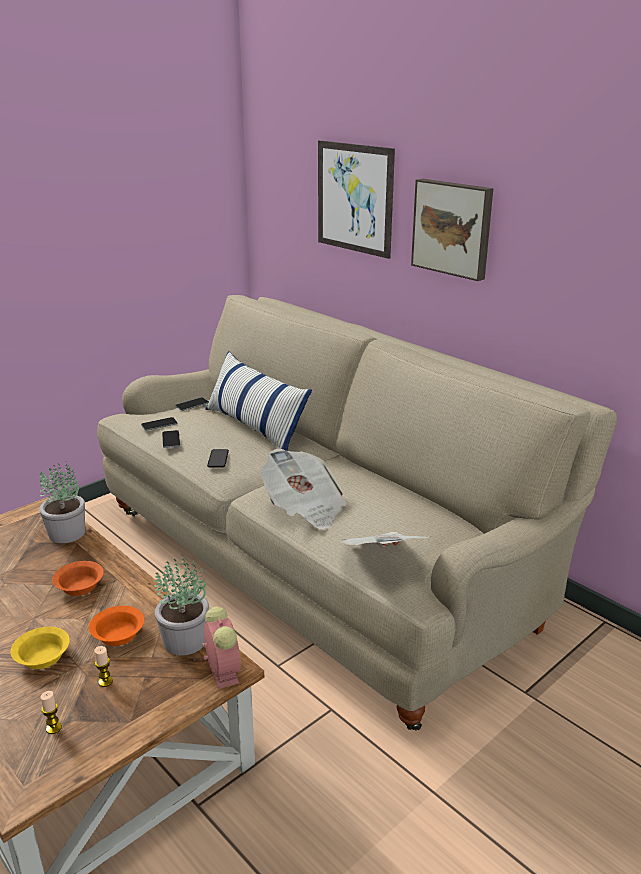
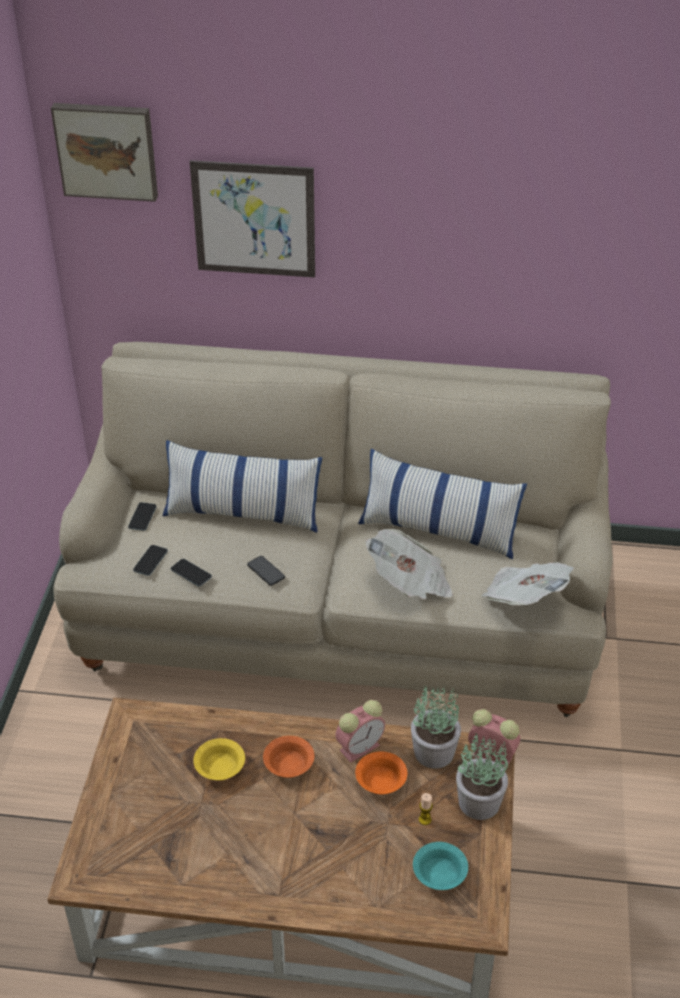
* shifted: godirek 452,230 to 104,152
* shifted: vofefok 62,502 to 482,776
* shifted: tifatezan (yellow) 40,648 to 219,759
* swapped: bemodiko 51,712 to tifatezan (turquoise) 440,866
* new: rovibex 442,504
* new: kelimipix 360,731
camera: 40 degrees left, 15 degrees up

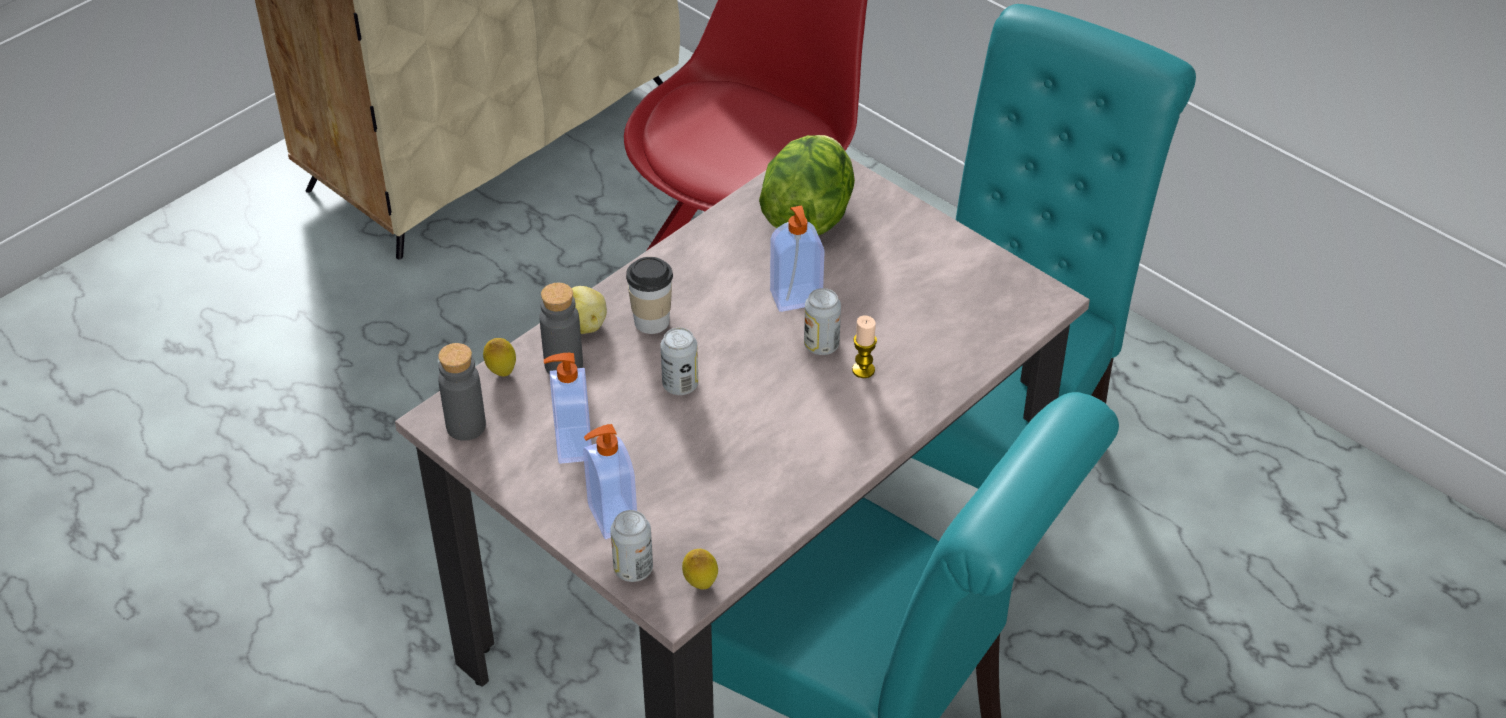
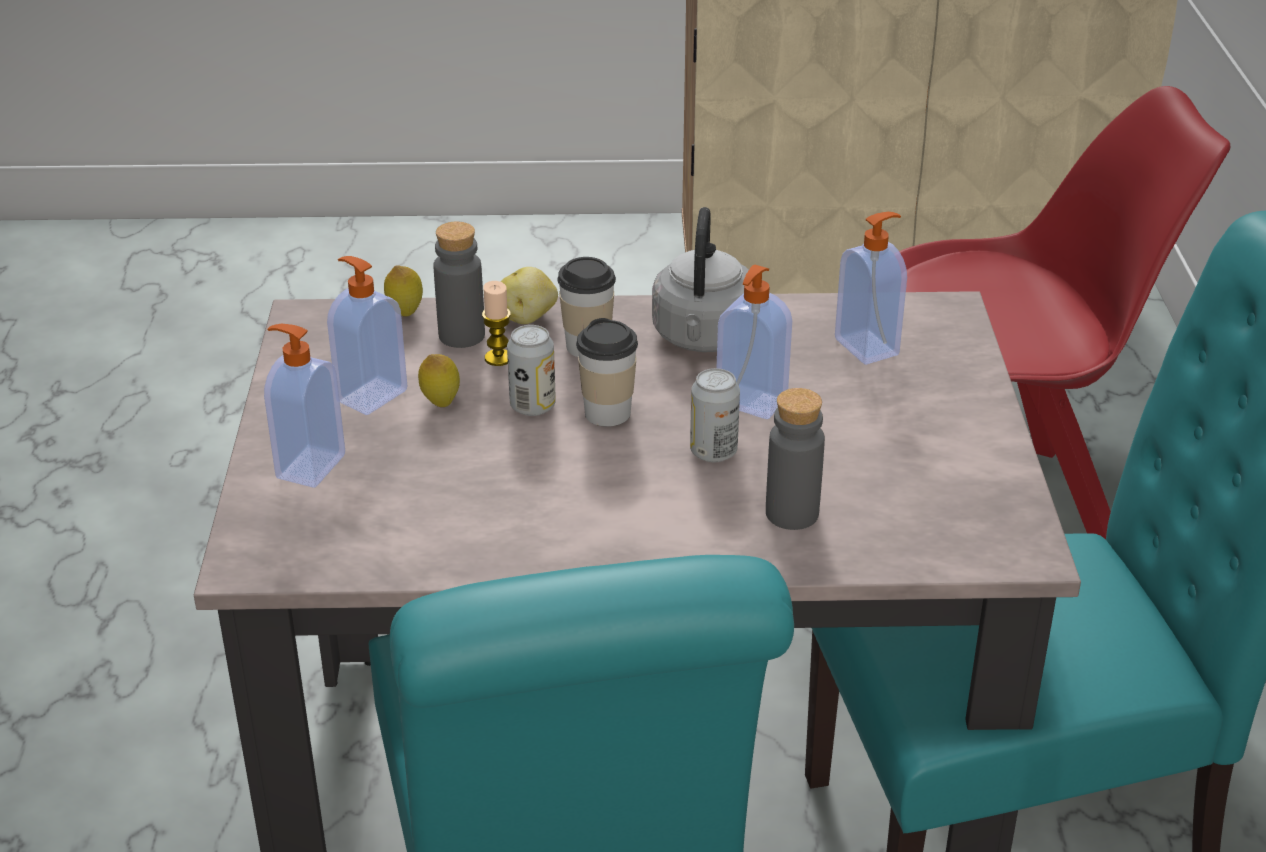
* swapped: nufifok 807,185 to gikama 871,288
* shifted: bemodiko 864,347 to 496,323
* shifted: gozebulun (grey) 462,392 to 795,459
* gone: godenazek 632,546
* shifted: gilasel 700,569 to 439,380
* new: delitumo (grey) 700,279
* new: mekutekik 607,372
camera: 45 degrees right, 10 degrees down

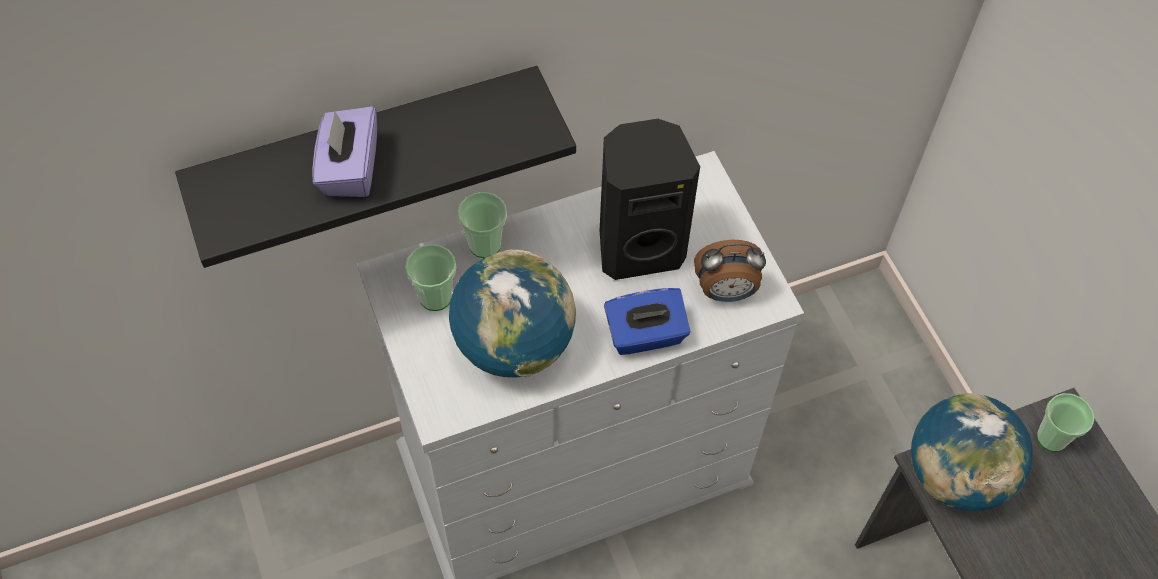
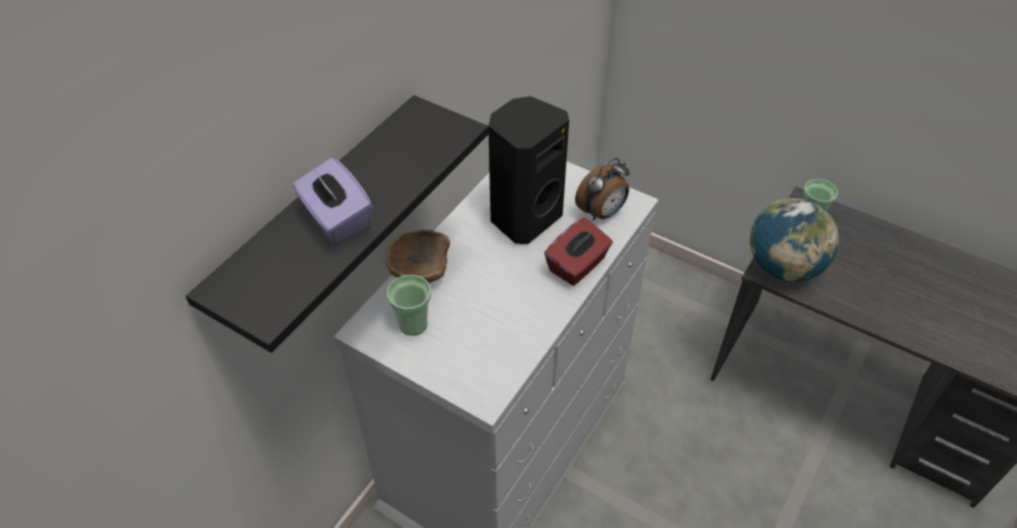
* swapped: mekutekik 482,225 to tifatezan (brown) 417,256
* gone: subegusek 512,314
* repainted: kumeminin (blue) 647,321 to kumeminin (red) 578,252
camera: 35 degrees left, 10 degrees down

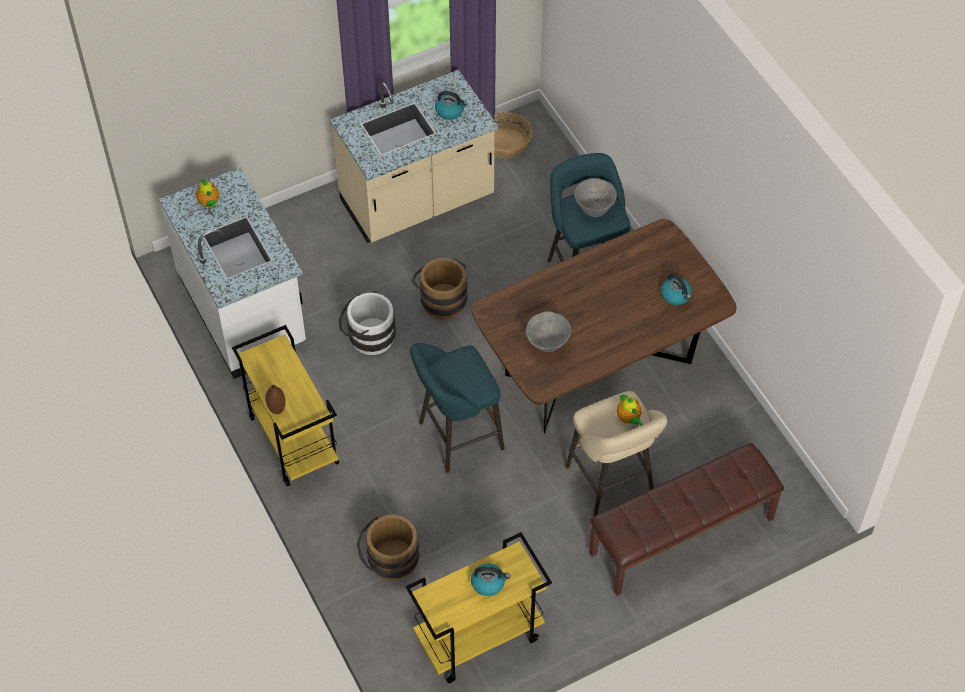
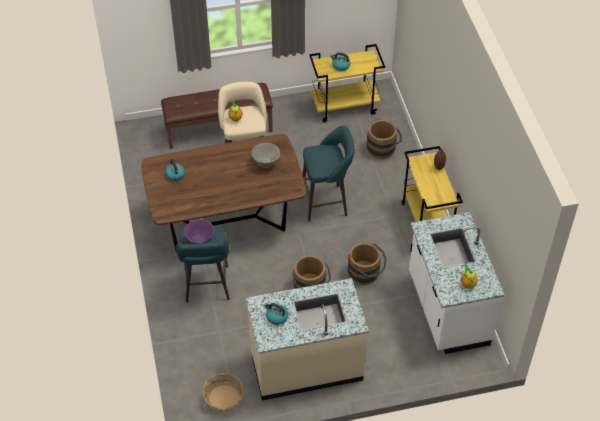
* repainted: tifatezan (grey) 595,197 to tifatezan (purple) 199,231
* repainted: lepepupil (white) 367,323 to lepepupil (brown) 367,264
camera: 165 degrees left, 5 degrees down

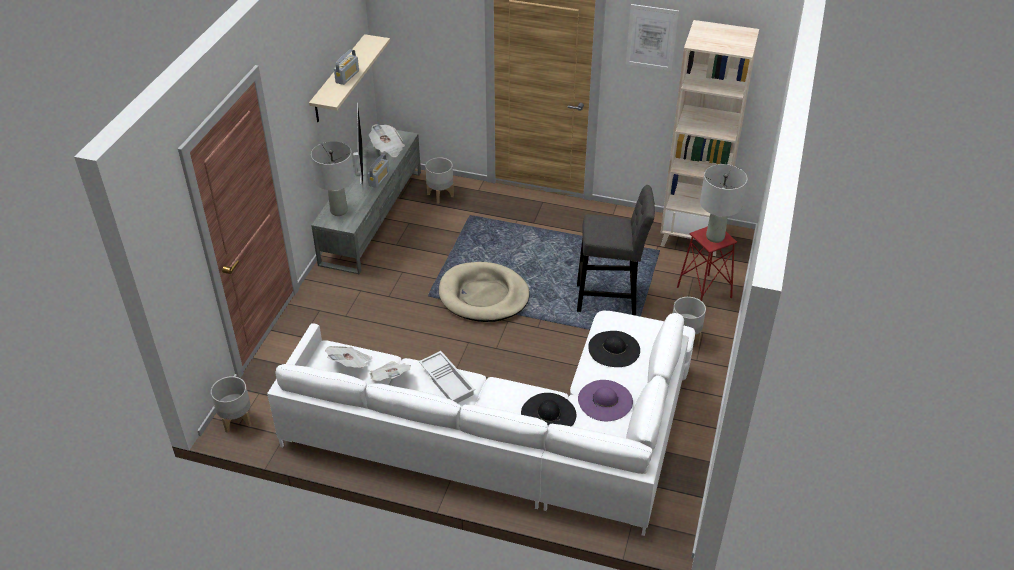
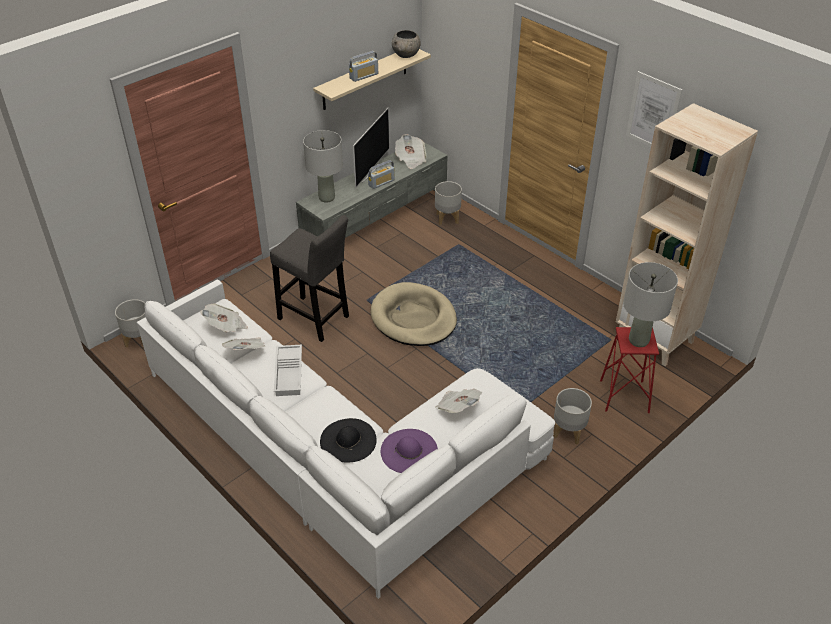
* shifted: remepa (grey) 616,250 to 309,278
* swapped: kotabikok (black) 614,349 to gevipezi 459,401
* new: tifatezan (grey) 406,44
camera: 30 degrees right, 0 degrees up

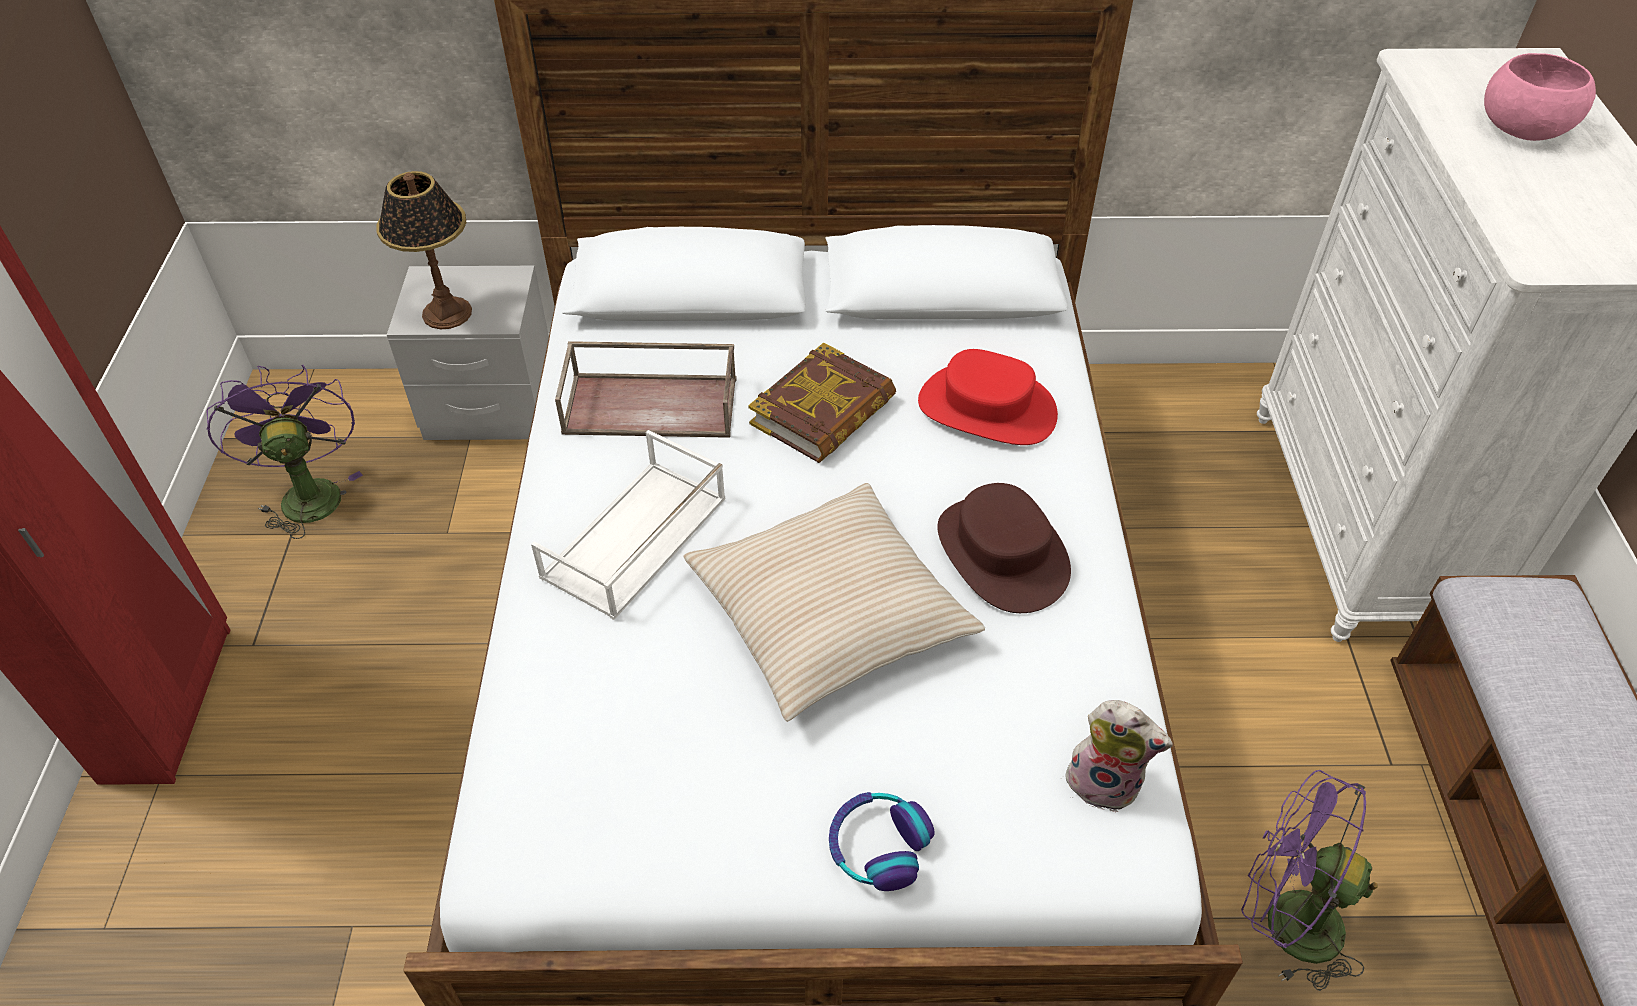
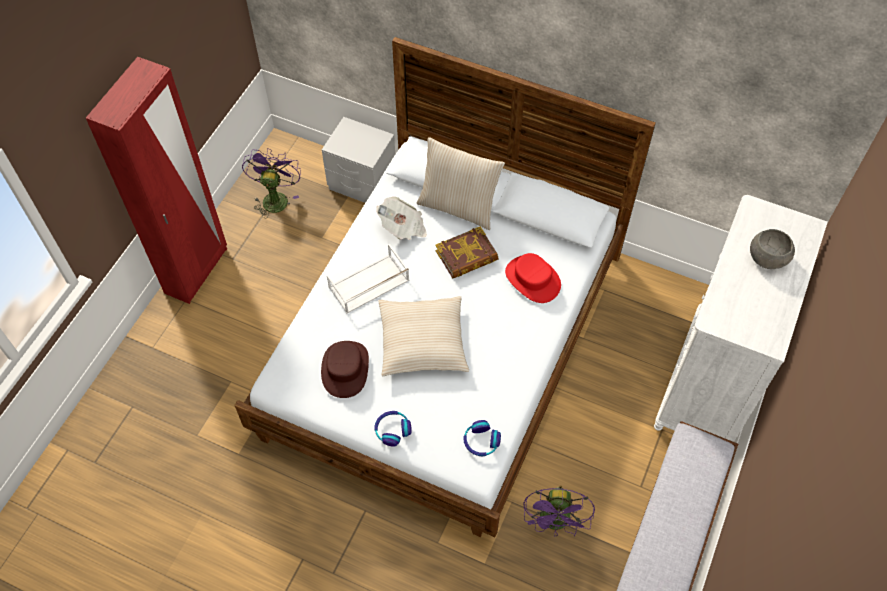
* repainted: tifatezan (pink) 1540,97 to tifatezan (grey) 772,249
* gone: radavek 424,250
* swapped: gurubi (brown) 646,389 to gevipezi 401,218
* shifted: kotabikok (brown) 1004,548 to 345,369
* swapped: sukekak 1115,756 to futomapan 482,438
* rotated: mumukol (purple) 1309,880 = 559,511 135 degrees counterclockwise
* new: rovibex (beige) 461,183
camera: 25 degrees right, 10 degrees up

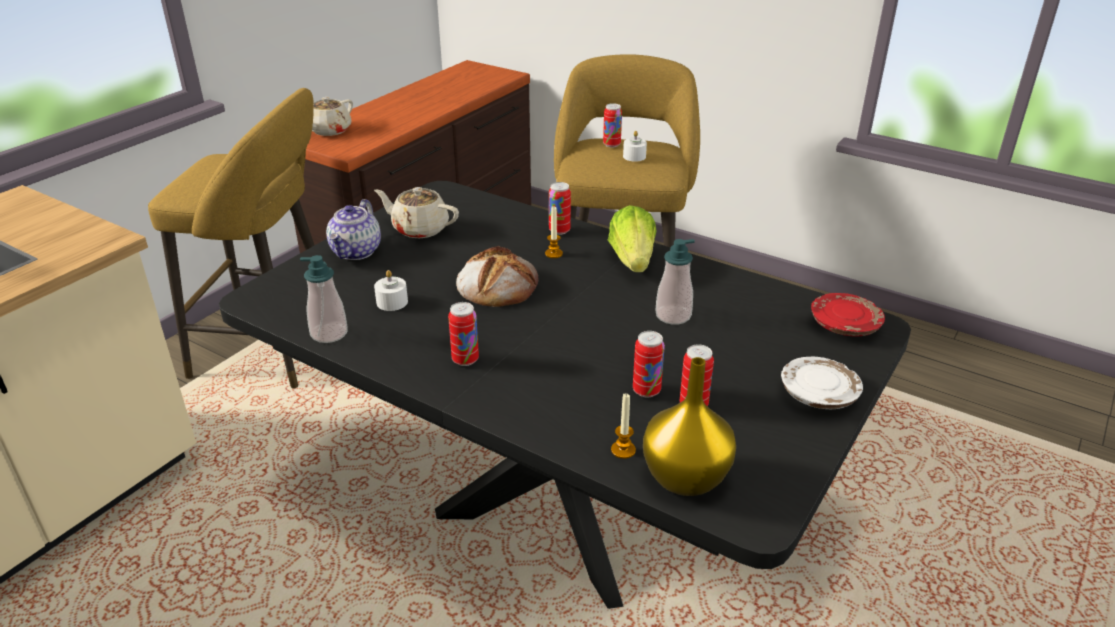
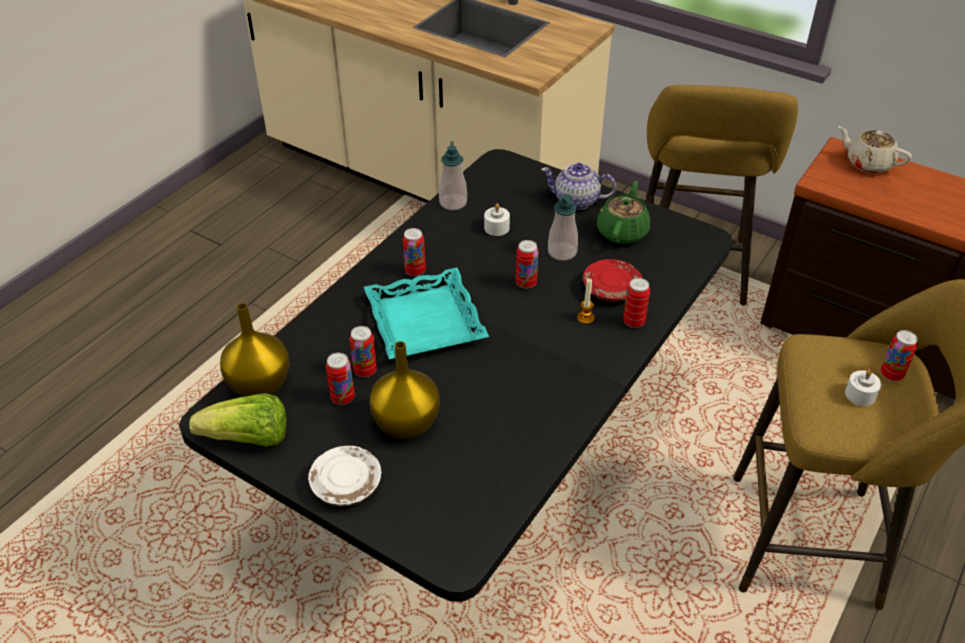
* repainted: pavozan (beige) 416,212 to pavozan (green) 623,212
* shifted: nufifok 632,238 to 237,420
* shifted: gikama 675,282 to 563,227
* swapped: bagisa 497,276 to godenazek 527,264
* shifted: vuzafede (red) 848,315 to 612,280
* gone: bemodiko 623,426
* new: gurubi (turquoise) 426,313
* new: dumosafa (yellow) 404,390
camera: 90 degrees right, 10 degrees up

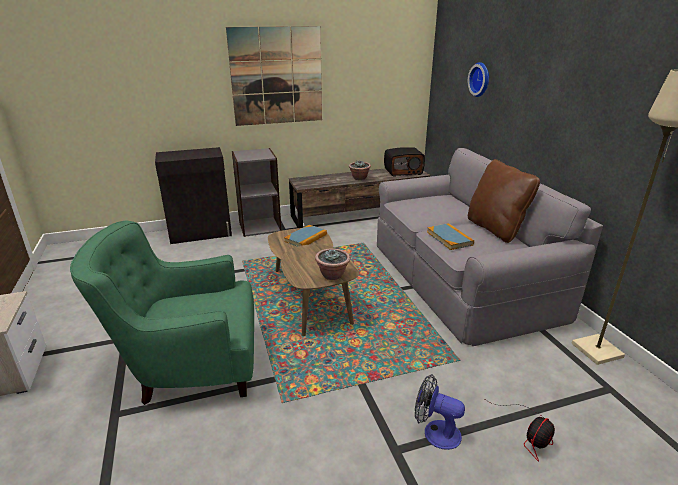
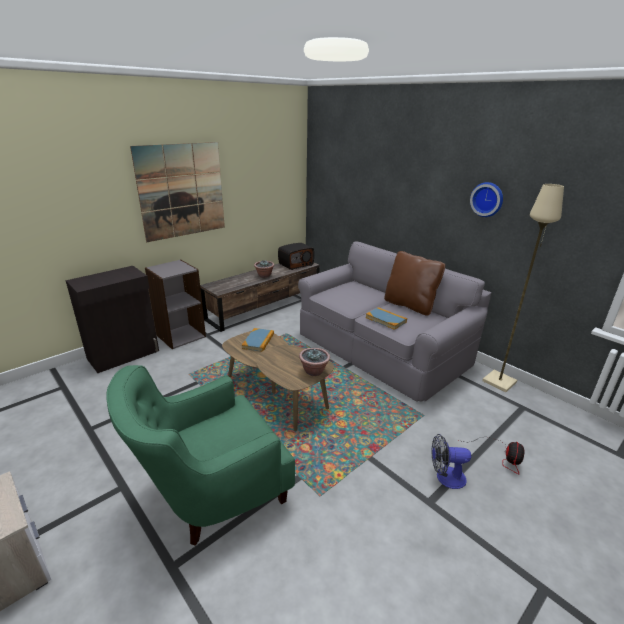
* shifted: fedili 478,79 to 486,199
camera: 25 degrees left, 0 degrees up

